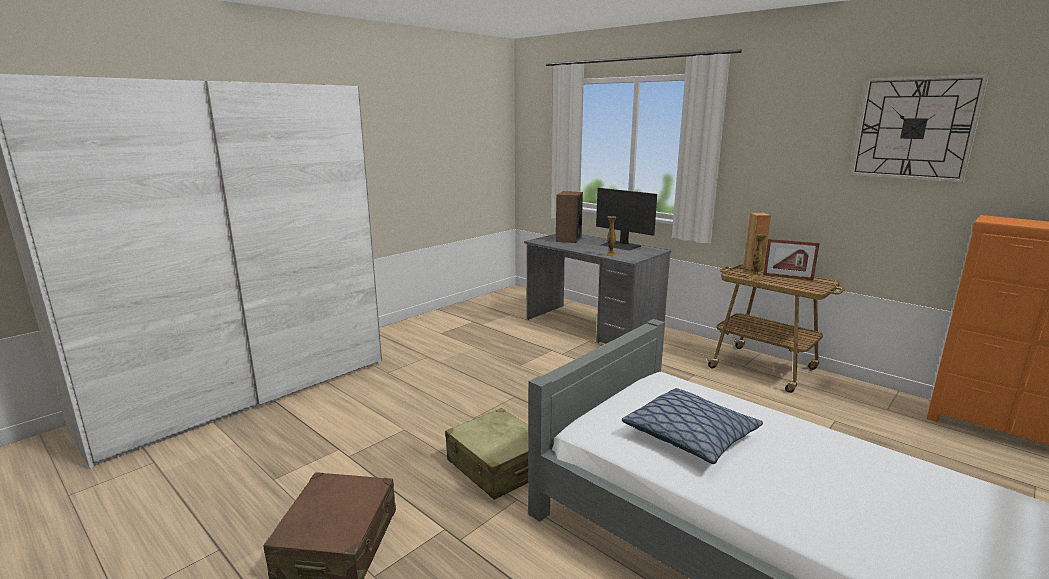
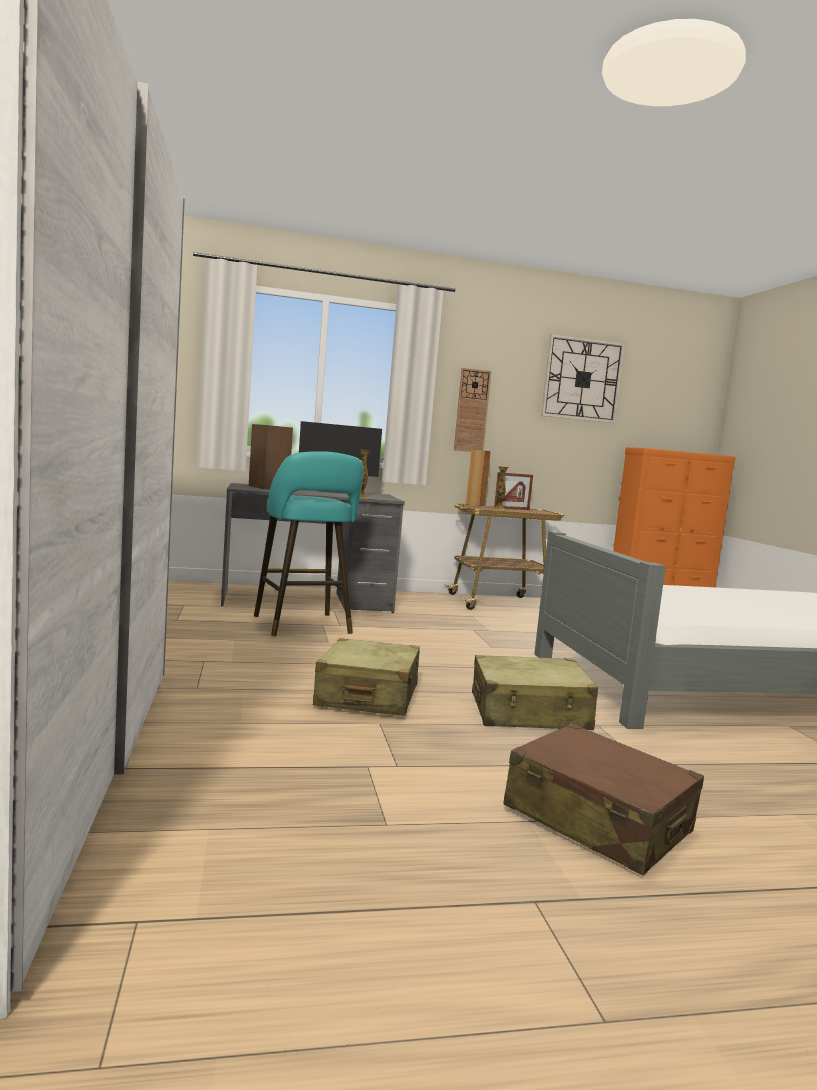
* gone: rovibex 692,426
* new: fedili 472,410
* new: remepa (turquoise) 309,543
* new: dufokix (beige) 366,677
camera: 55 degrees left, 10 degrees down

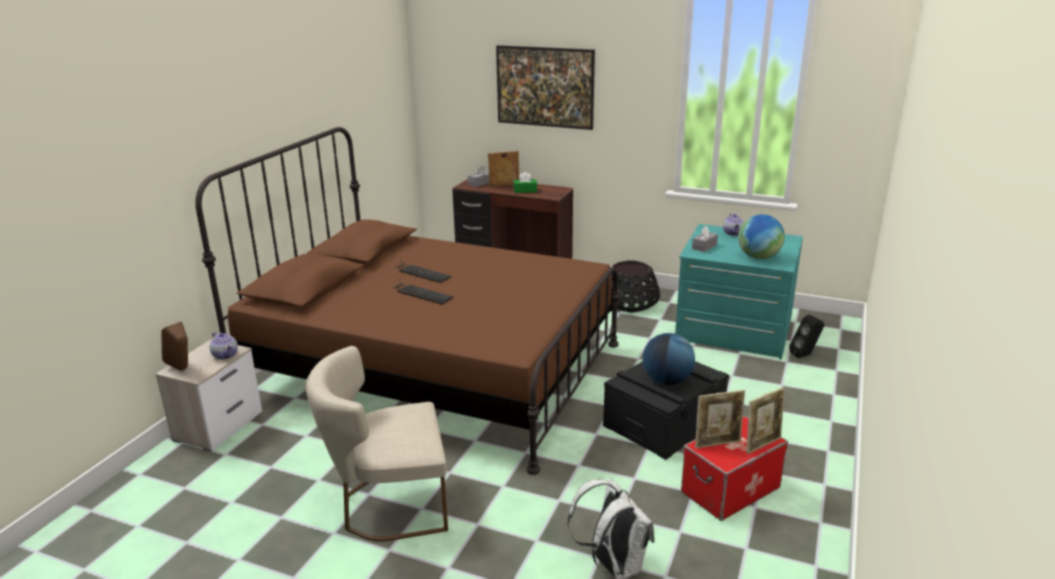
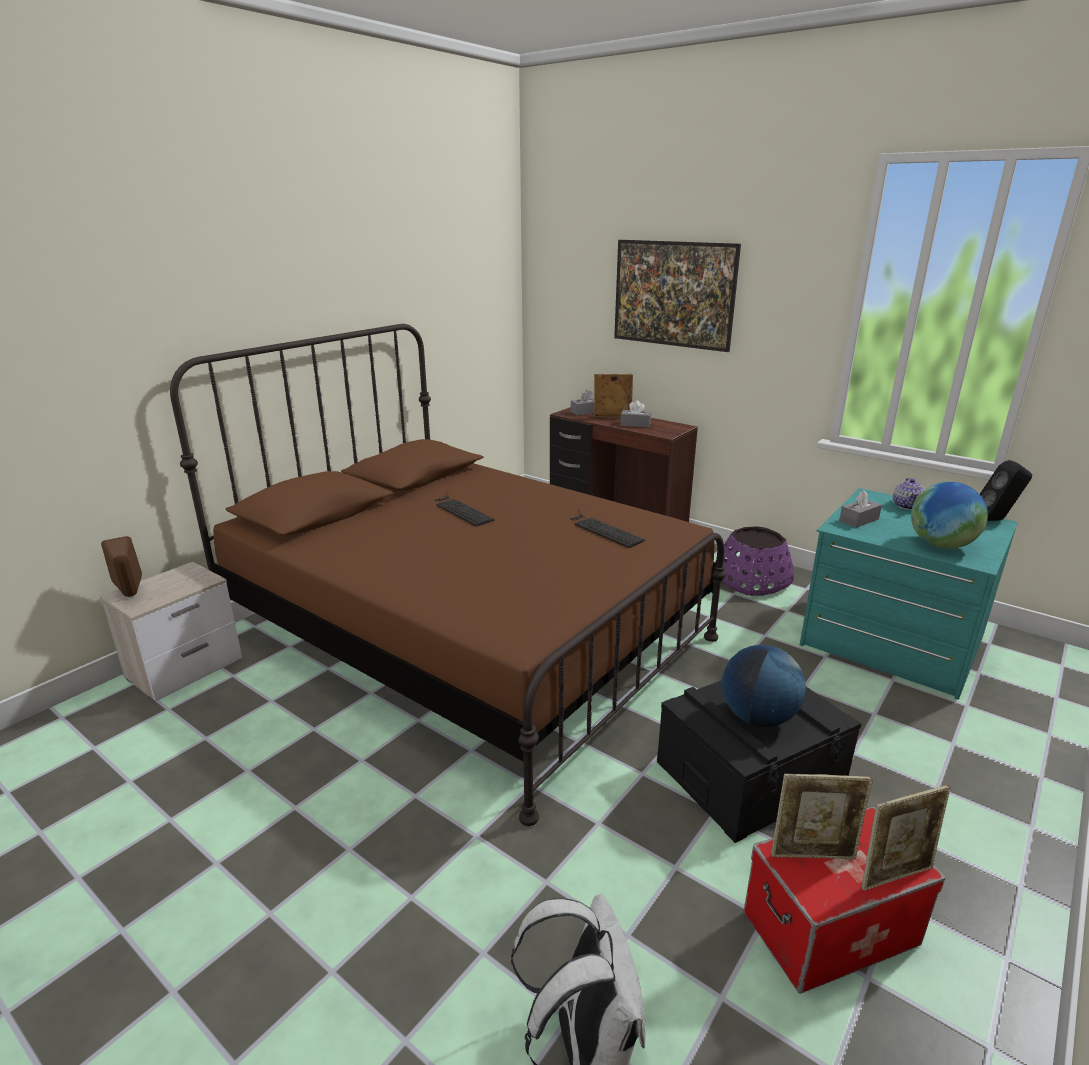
* repainted: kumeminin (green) 525,182 to kumeminin (grey) 636,414
* repainted: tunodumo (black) 635,286 to tunodumo (purple) 754,561
* shifted: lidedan 423,291 to 607,528
* shifted: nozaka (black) 806,336 to 1006,490
* gone: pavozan 223,346
* gone: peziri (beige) 376,443
camera: 15 degrees right, 0 degrees up

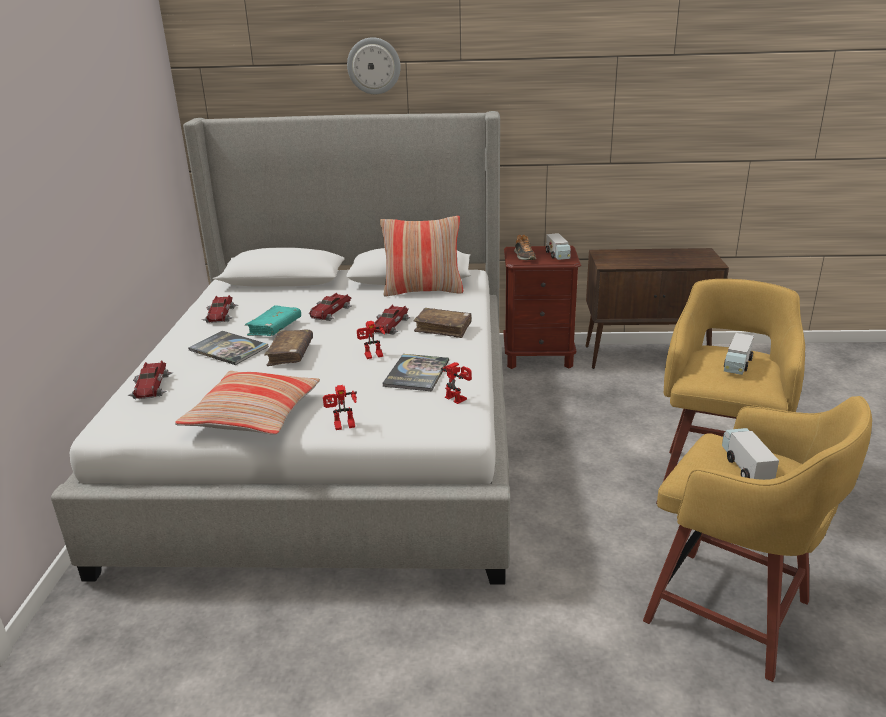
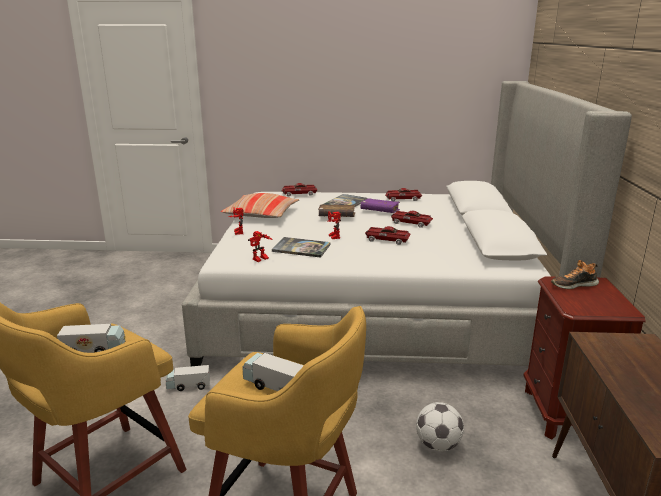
* gone: fedili 374,65
* gone: rovibex 422,256
* shifted: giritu 558,246 to 188,378
* repainted: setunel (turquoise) 273,320 to setunel (purple) 380,205
* gone: setunel (brown) 442,323
* new: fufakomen 440,426
camera: 90 degrees right, 5 degrees down

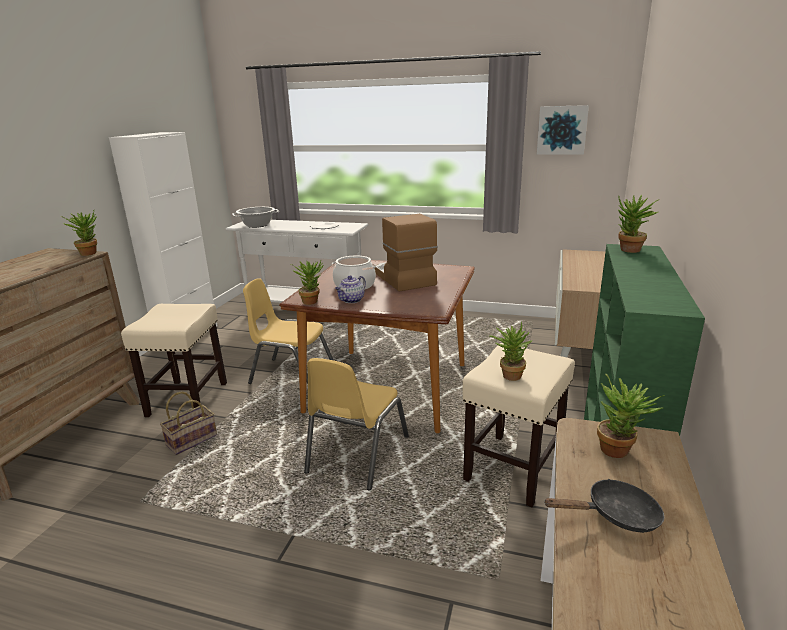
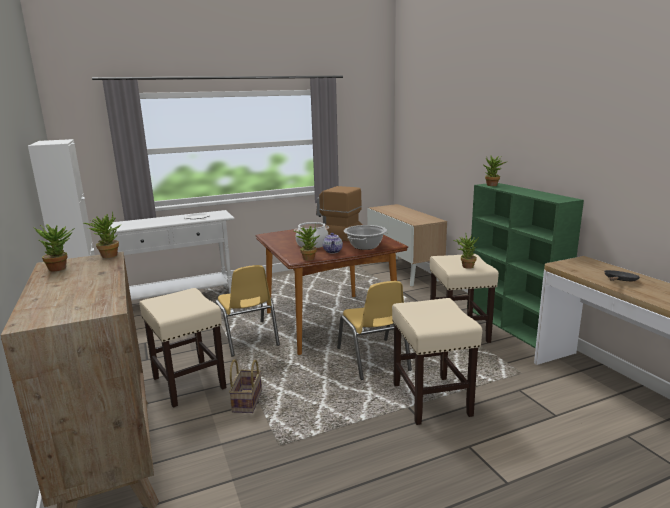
* gone: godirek 563,130
* shifted: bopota 255,217 to 365,237
* rotated: peziri (yellow) 288,331 = 247,311 90 degrees counterclockwise
* shifted: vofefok 631,415 to 54,247
* new: remepa (beige) 437,361
camera: 40 degrees left, 5 degrees down

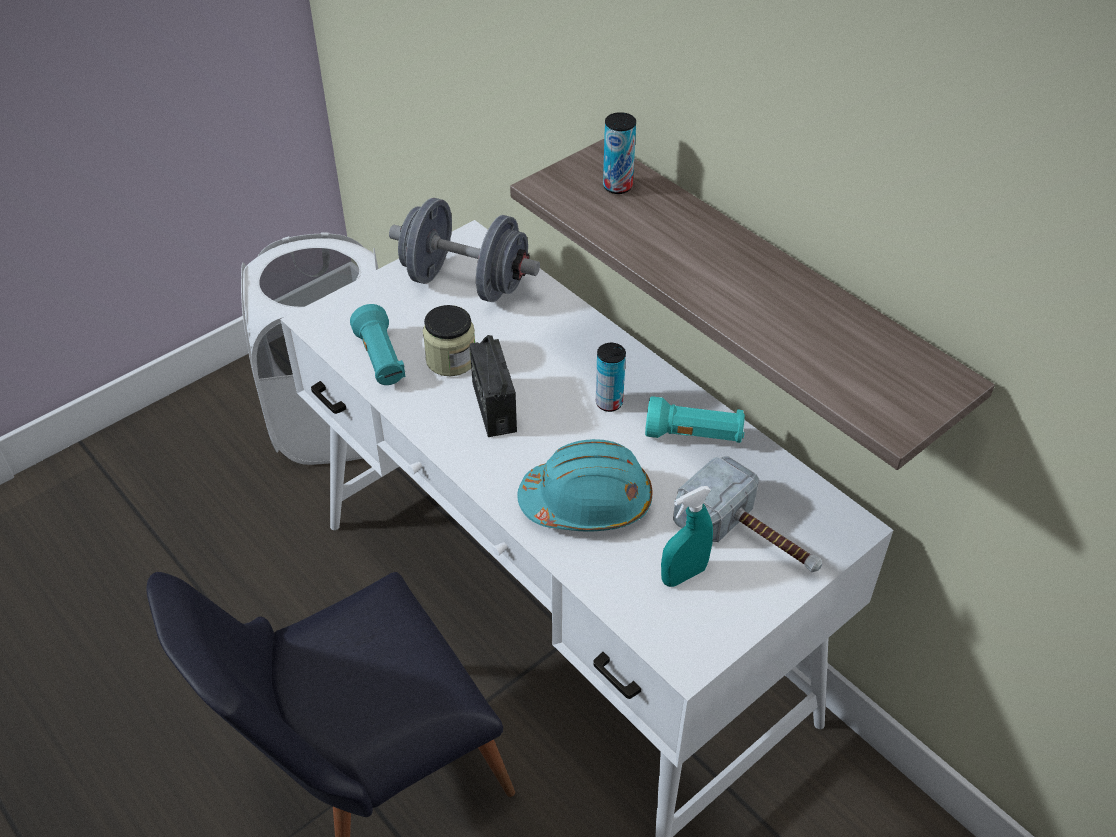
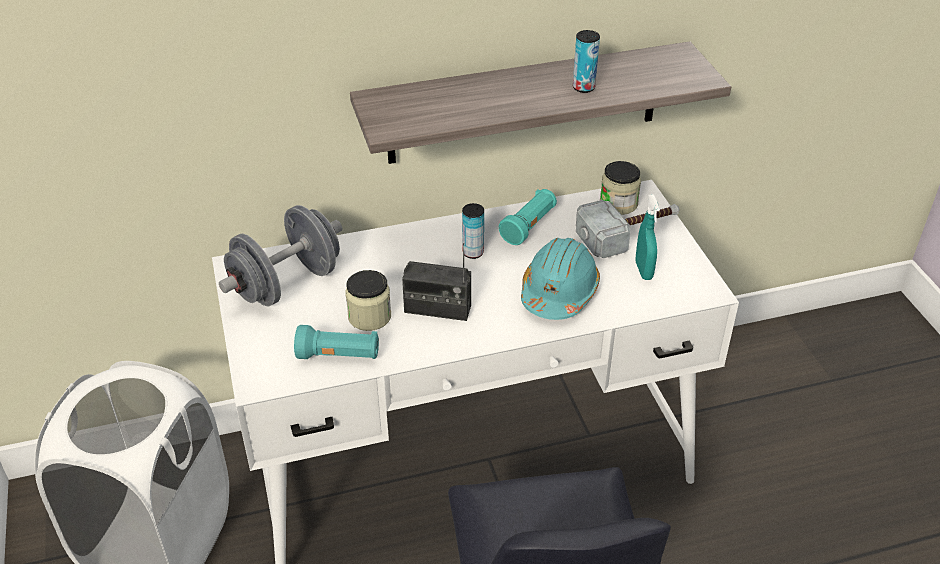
* shifted: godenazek 619,153 to 586,61
* new: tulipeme 620,188
camera: 65 degrees left, 5 degrees down

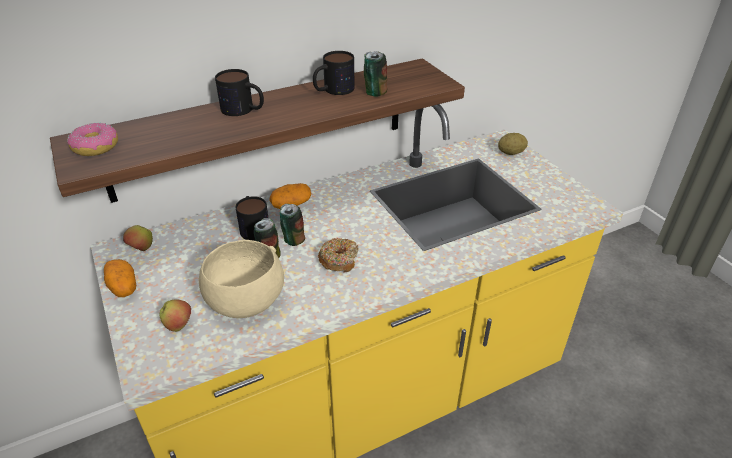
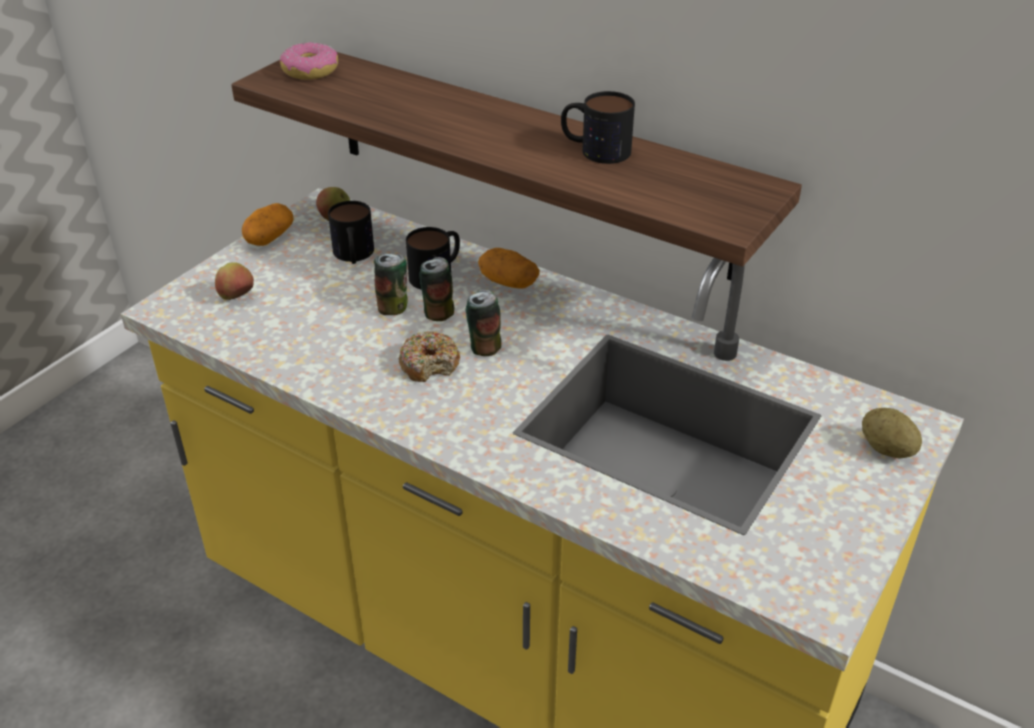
* shifted: godenazek 375,73 to 483,323
* shifted: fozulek 239,92 to 351,232
* gone: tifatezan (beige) 241,279
camera: 60 degrees right, 0 degrees up

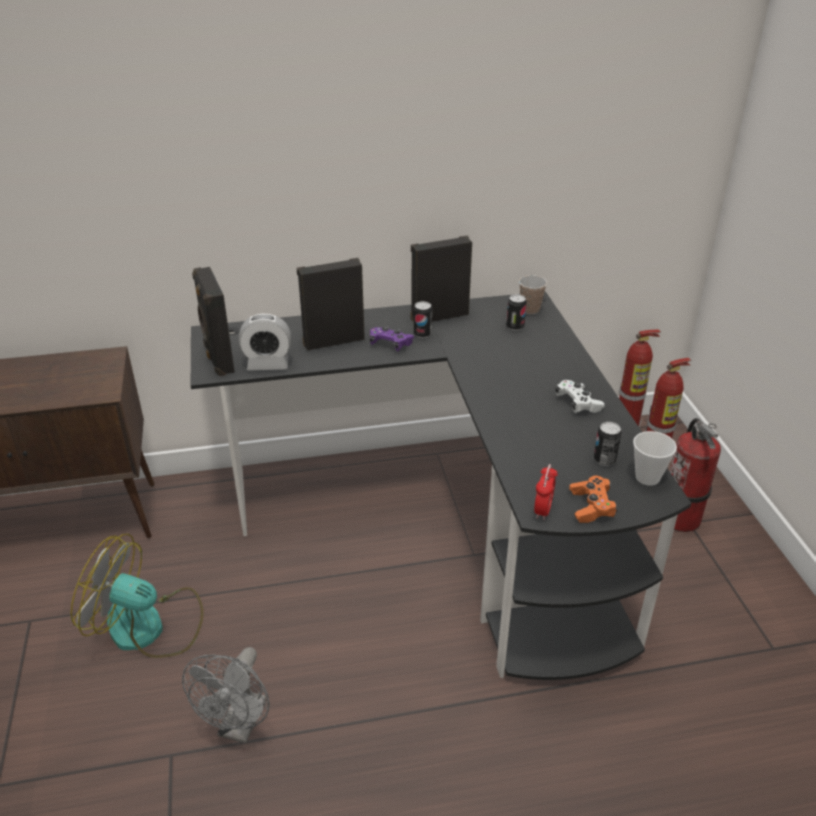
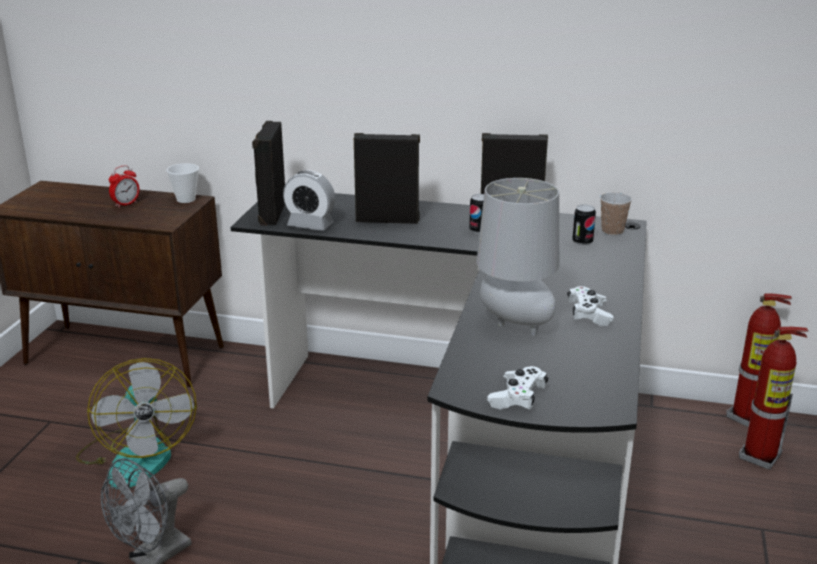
* gone: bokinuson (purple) 392,338
* gone: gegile 691,475
* gone: godenazek 608,444
* shifted: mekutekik 655,458 to 183,183
* shifted: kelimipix 546,492 to 124,186
* repainted: bokinuson (orange) 593,499 to bokinuson (white) 518,388
* rotated: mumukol 137,596 = 136,423 150 degrees counterclockwise
* new: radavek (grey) 518,257
camera: 25 degrees right, 10 degrees down

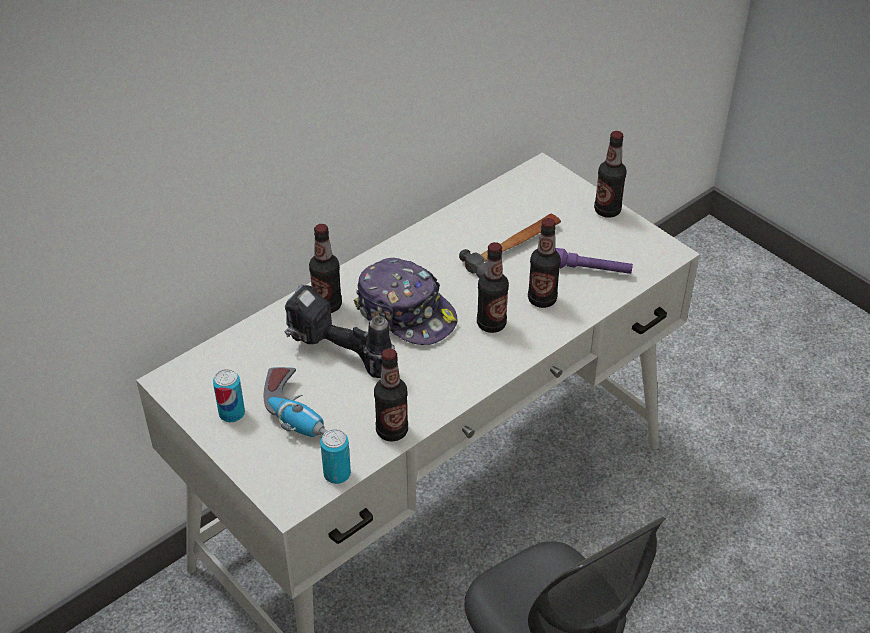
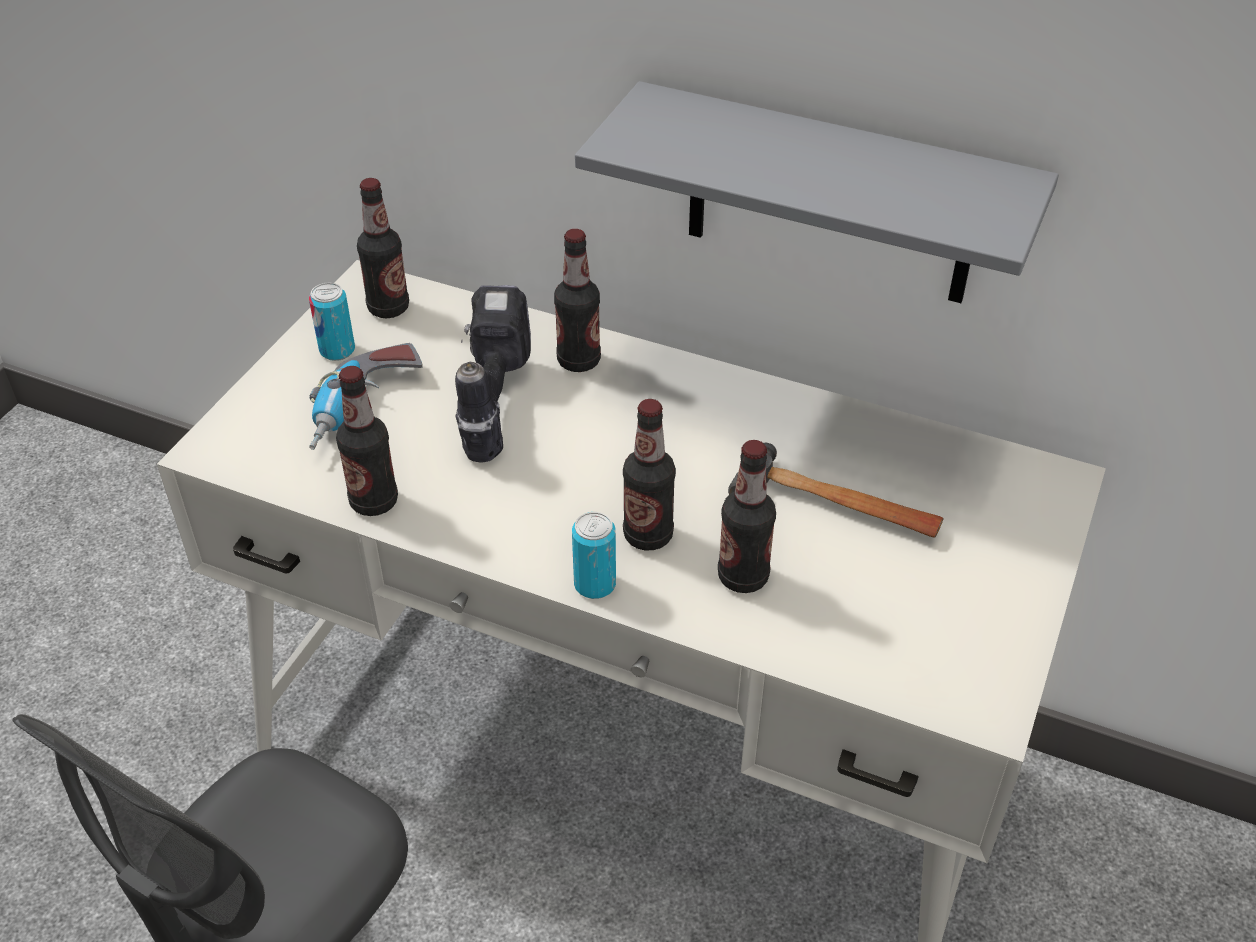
* shifted: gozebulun 610,174 to 383,248
* gone: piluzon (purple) 594,261
* gone: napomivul 405,301
* shifted: godenazek 335,456 to 594,555
* new: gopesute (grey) 817,192
camera: 65 degrees right, 0 degrees up

